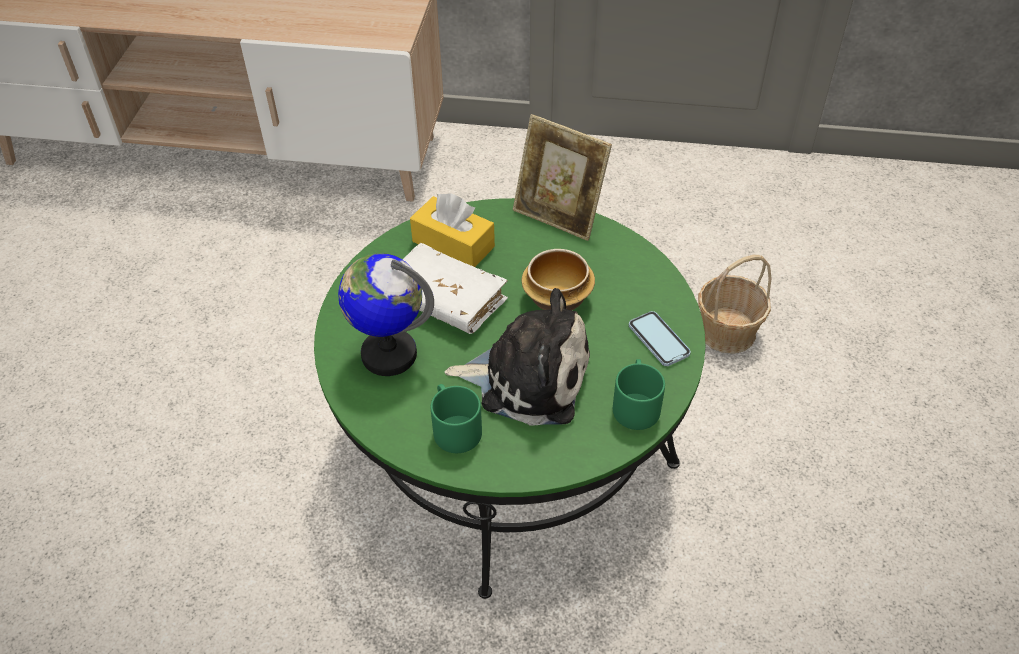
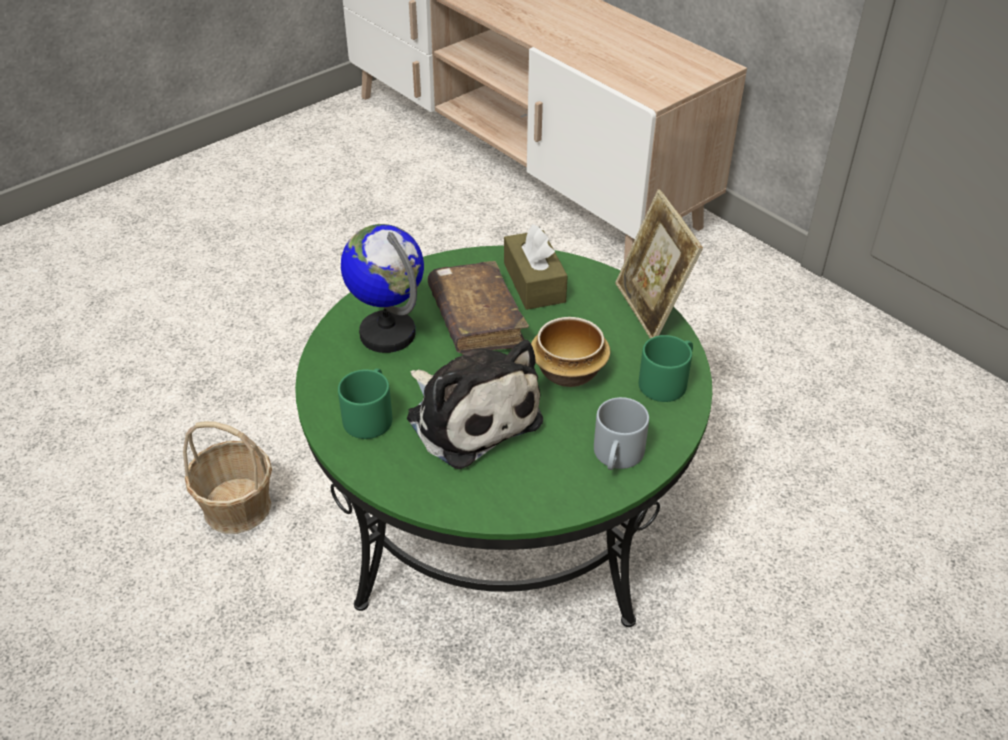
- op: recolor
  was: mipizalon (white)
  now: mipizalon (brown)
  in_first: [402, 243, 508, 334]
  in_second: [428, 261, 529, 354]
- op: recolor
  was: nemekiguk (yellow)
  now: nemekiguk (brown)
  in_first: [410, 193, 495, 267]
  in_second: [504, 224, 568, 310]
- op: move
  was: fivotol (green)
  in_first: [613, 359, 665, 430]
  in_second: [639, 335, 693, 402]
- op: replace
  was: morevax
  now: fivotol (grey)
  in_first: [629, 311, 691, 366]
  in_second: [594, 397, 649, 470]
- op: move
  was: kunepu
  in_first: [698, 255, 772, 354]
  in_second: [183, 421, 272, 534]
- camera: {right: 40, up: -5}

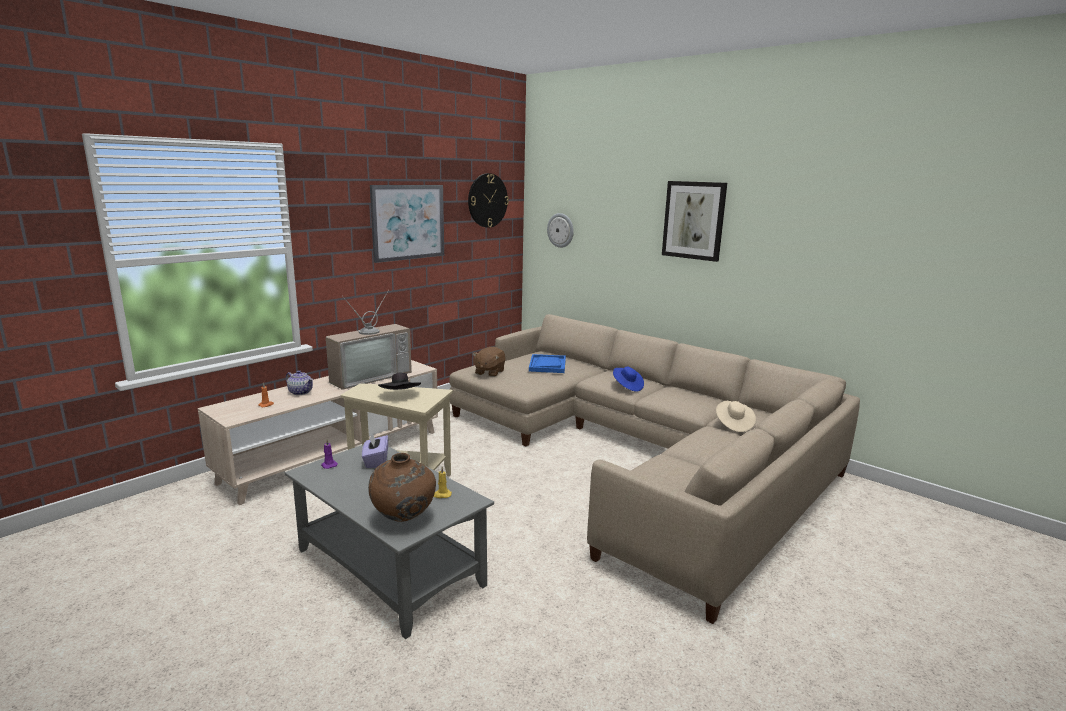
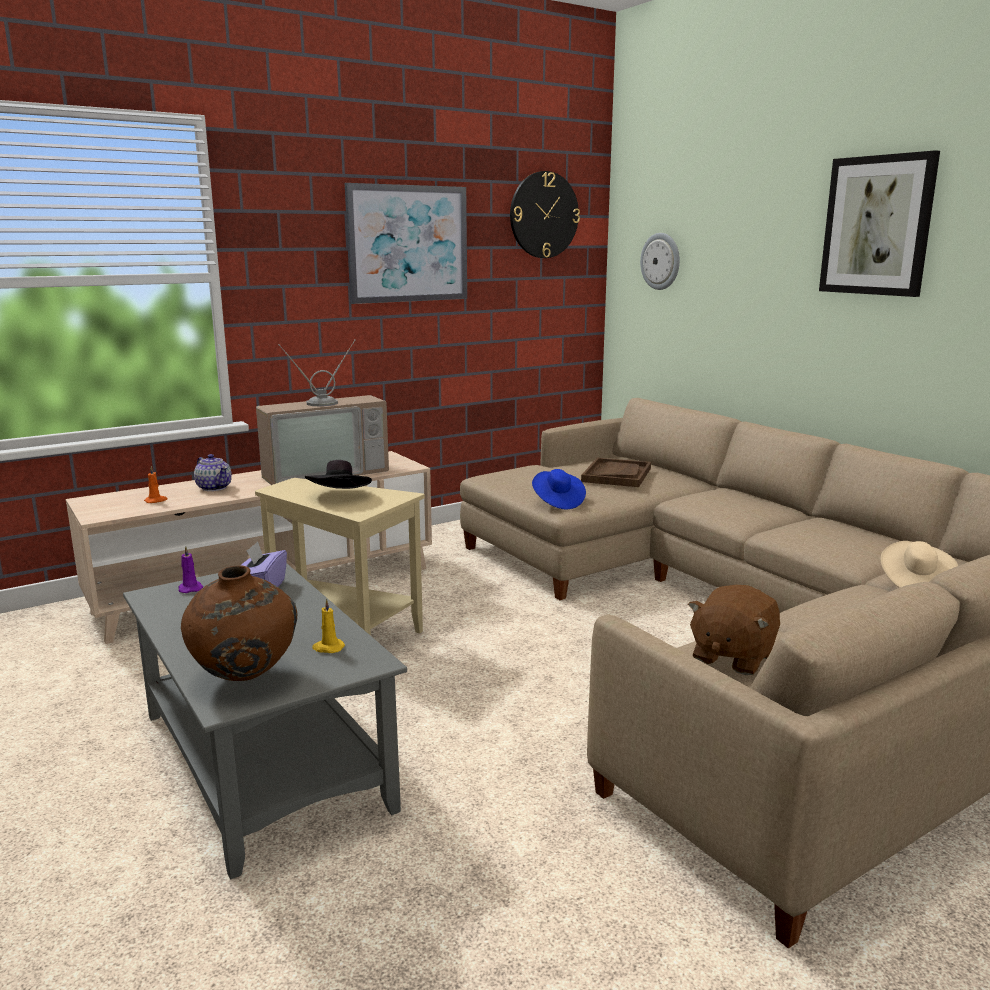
- op: move
  was: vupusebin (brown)
  in_first: [472, 347, 506, 377]
  in_second: [688, 585, 780, 675]
- op: recolor
  was: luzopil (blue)
  now: luzopil (brown)
  in_first: [529, 354, 566, 373]
  in_second: [581, 458, 651, 487]
- op: move
  was: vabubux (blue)
  in_first: [613, 366, 644, 392]
  in_second: [532, 469, 586, 510]
- camera: {right: 15, up: 0}

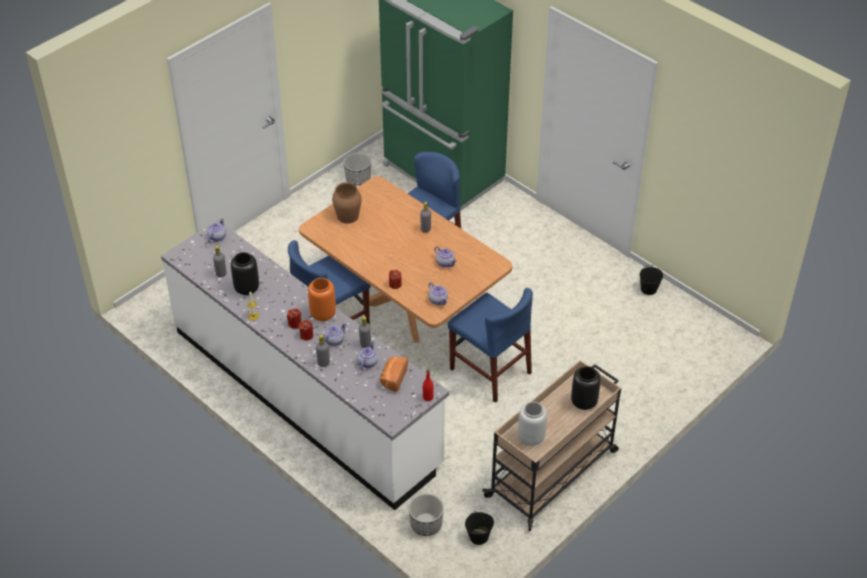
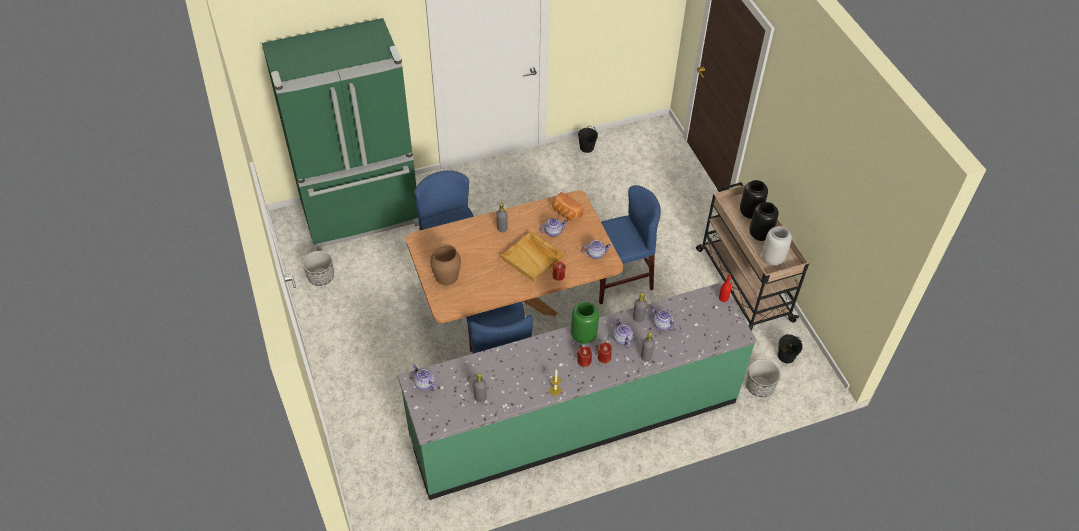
- op: recolor
  was: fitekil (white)
  now: fitekil (green)
  in_first: [161, 220, 449, 510]
  in_second: [398, 282, 756, 500]
- op: move
  was: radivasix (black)
  in_first: [231, 252, 259, 295]
  in_second: [749, 202, 779, 241]
- op: recolor
  was: radivasix (orange)
  now: radivasix (green)
  in_first: [308, 278, 336, 321]
  in_second: [571, 302, 599, 344]
- op: move
  was: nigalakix
  in_first: [380, 356, 408, 392]
  in_second: [552, 192, 584, 221]
- op: insert
  now: luzopil (beige)
  in_second: [502, 232, 563, 282]
- camera: {right: -65, up: 5}

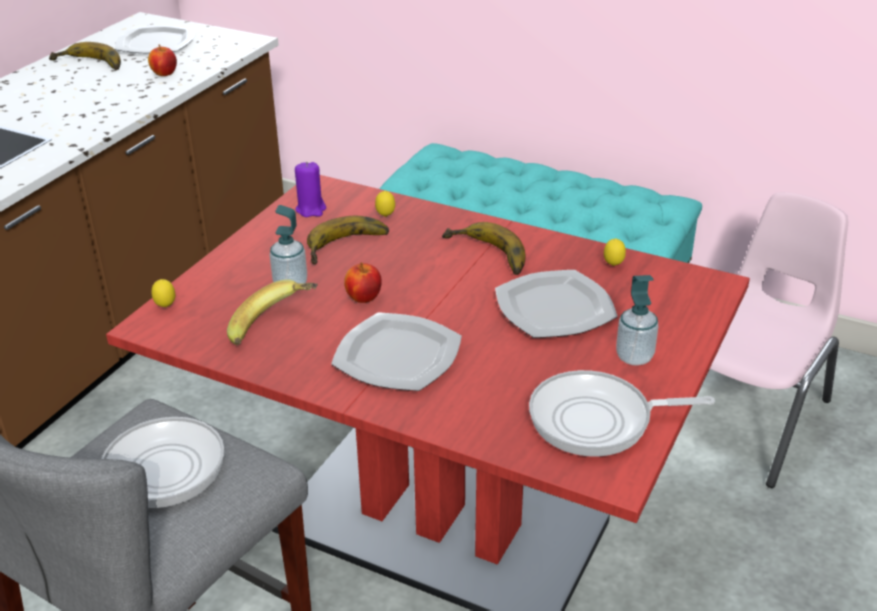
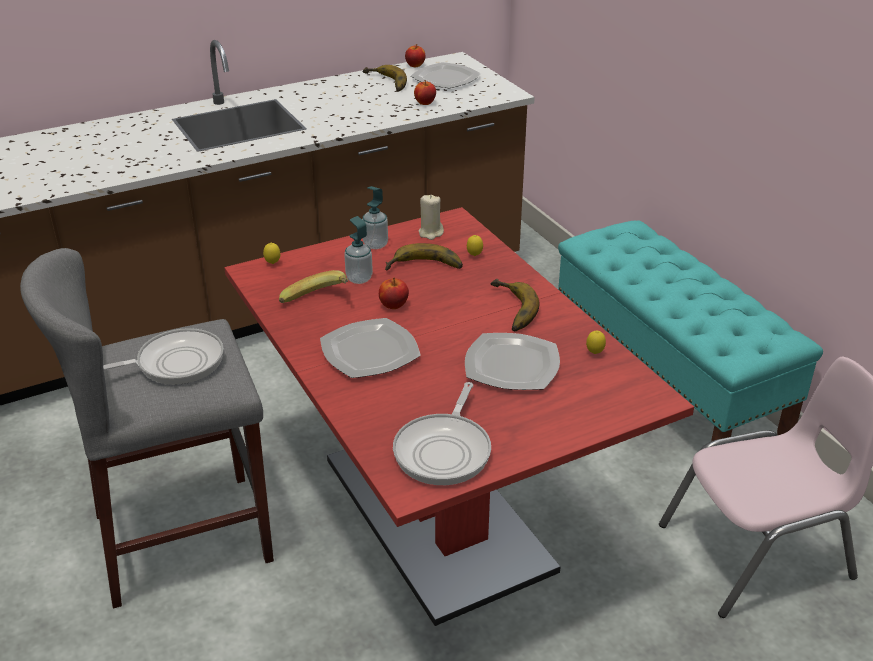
- op: recolor
  was: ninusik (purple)
  now: ninusik (beige)
  in_first: [295, 161, 326, 217]
  in_second: [419, 194, 444, 240]
- op: rotate
  was: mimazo
  in_first: [529, 370, 715, 457]
  in_second: [393, 382, 491, 485]
  clockwise: -105
- op: move
  was: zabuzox
  in_first: [616, 275, 658, 366]
  in_second: [362, 186, 388, 249]
- op: insert
  now: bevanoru
  in_second: [405, 44, 425, 67]
- camera: {right: 35, up: 0}

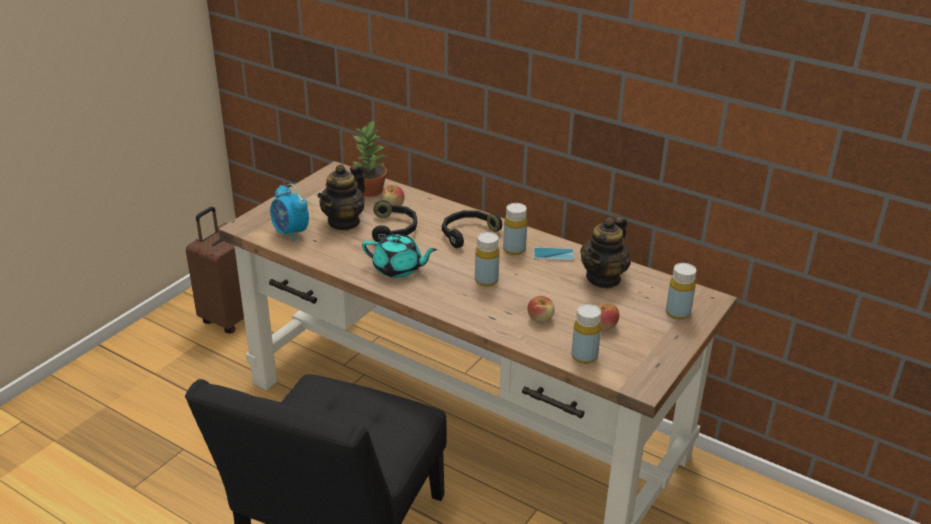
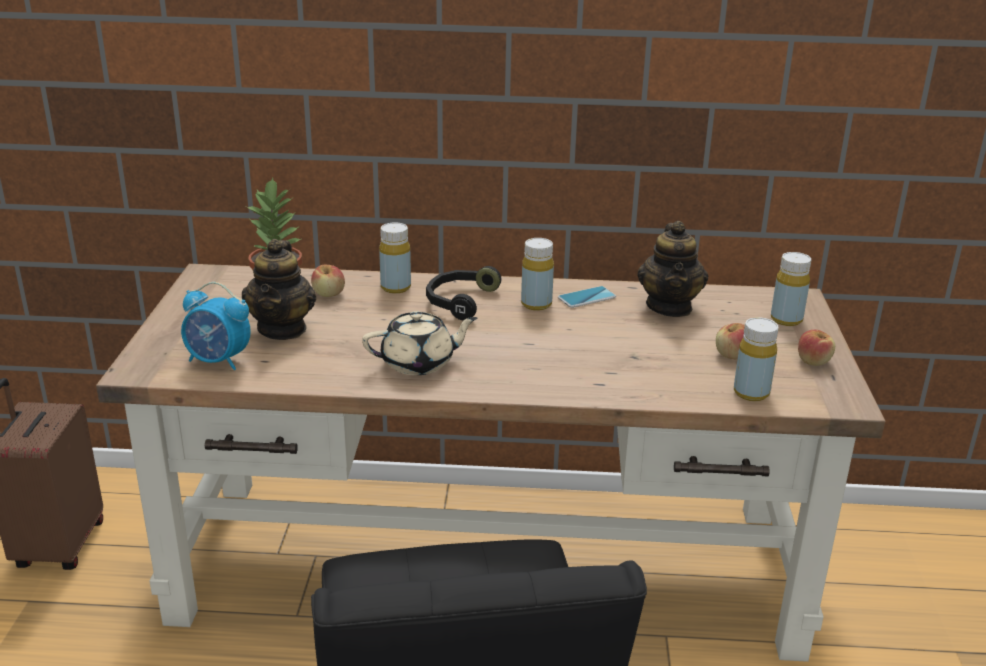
- op: recolor
  was: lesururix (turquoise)
  now: lesururix (beige)
  in_first: [362, 234, 437, 278]
  in_second: [362, 311, 477, 375]
- op: delete
  was: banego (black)
  in_first: [372, 200, 417, 242]
- op: move
  was: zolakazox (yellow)
  in_first: [475, 232, 500, 287]
  in_second: [379, 223, 411, 294]
- op: move
  was: bevanoru
  in_first: [528, 296, 555, 323]
  in_second: [798, 330, 835, 366]
- camera: {right: -30, up: -5}

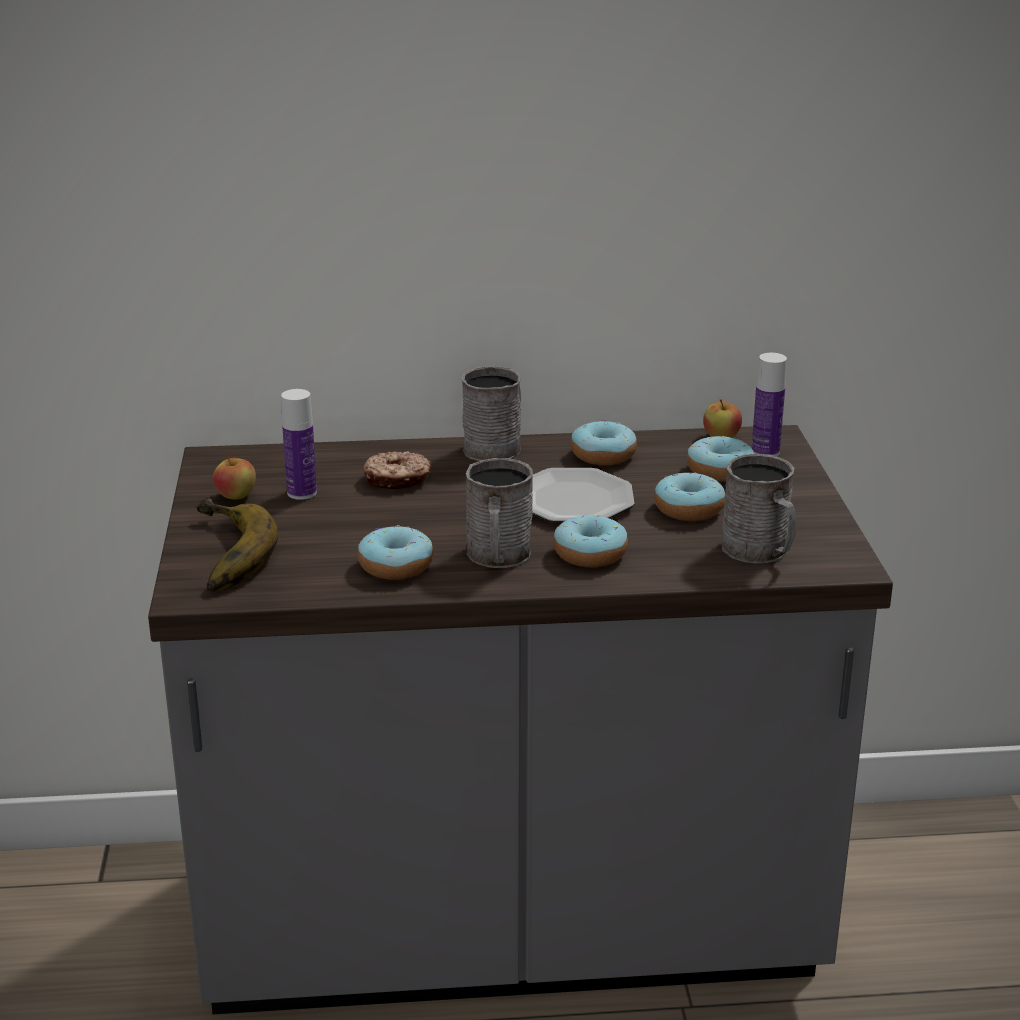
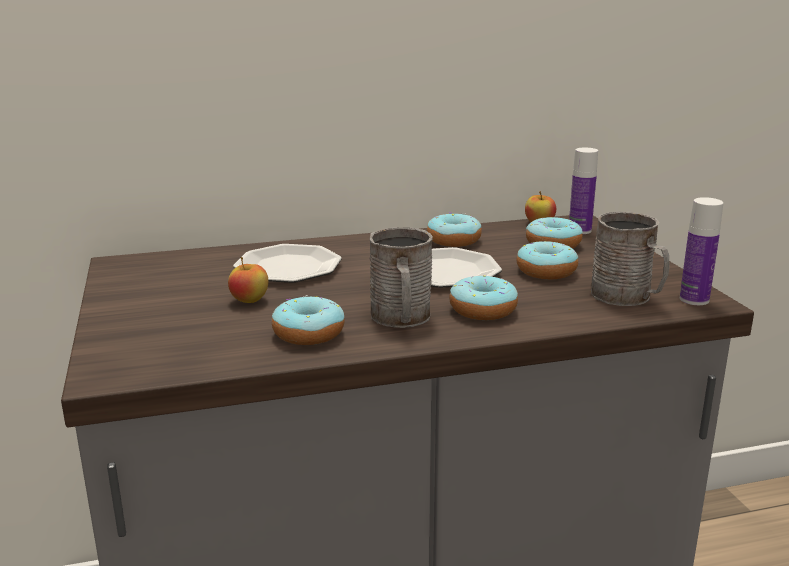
- op: delete
  was: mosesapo
  in_first: [197, 499, 278, 592]
- op: move
  was: bevanoru
  in_first: [213, 451, 256, 500]
  in_second: [228, 257, 268, 303]
- op: move
  was: zolakazox
  in_first: [281, 389, 317, 500]
  in_second: [680, 197, 723, 305]
- op: replace
  was: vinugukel
  now: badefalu
  in_first: [363, 451, 431, 489]
  in_second: [233, 244, 342, 283]
- op: delete
  was: fivotol (grey)
  in_first: [461, 366, 521, 461]
- camera: {right: -10, up: -5}

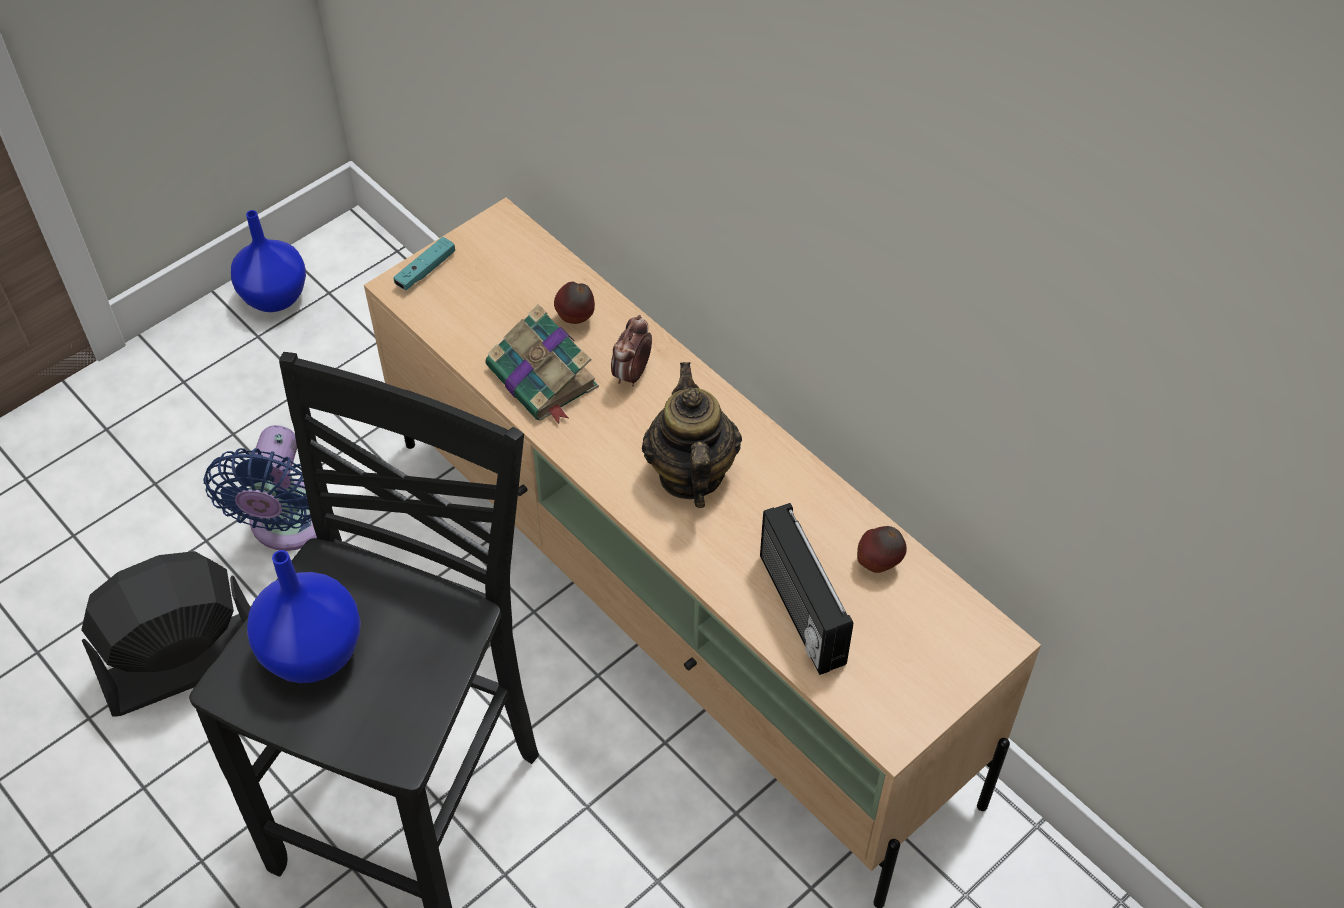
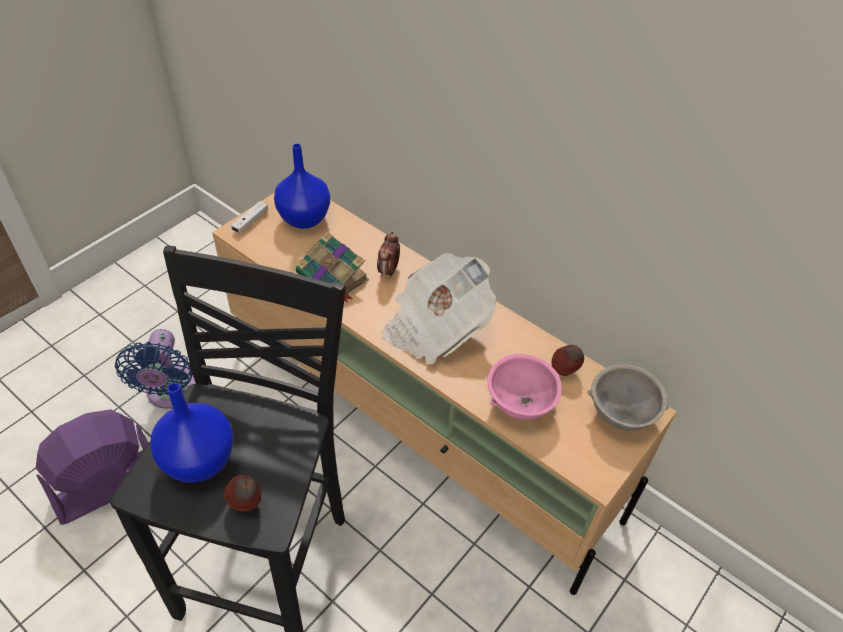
- op: recolor
  was: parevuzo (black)
  now: parevuzo (purple)
  in_first: [81, 551, 251, 716]
  in_second: [36, 409, 149, 525]
- op: move
  was: radivasix (blue)
  in_first: [231, 210, 306, 312]
  in_second: [274, 143, 330, 229]
- op: recolor
  was: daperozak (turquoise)
  now: daperozak (white)
  in_first: [393, 237, 455, 290]
  in_second: [231, 201, 268, 233]
- op: move
  was: bevanoru
  in_first: [554, 282, 595, 324]
  in_second: [224, 475, 261, 511]
- op: replace
  was: lesururix
  now: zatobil
  in_first: [642, 362, 742, 508]
  in_second: [382, 253, 496, 364]
- op: replace
  was: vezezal
  now: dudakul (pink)
  in_first: [760, 503, 853, 675]
  in_second: [487, 354, 562, 420]
- op: insert
  now: dudakul (grey)
  in_second: [587, 364, 669, 431]
- camera: {right: -10, up: -5}

